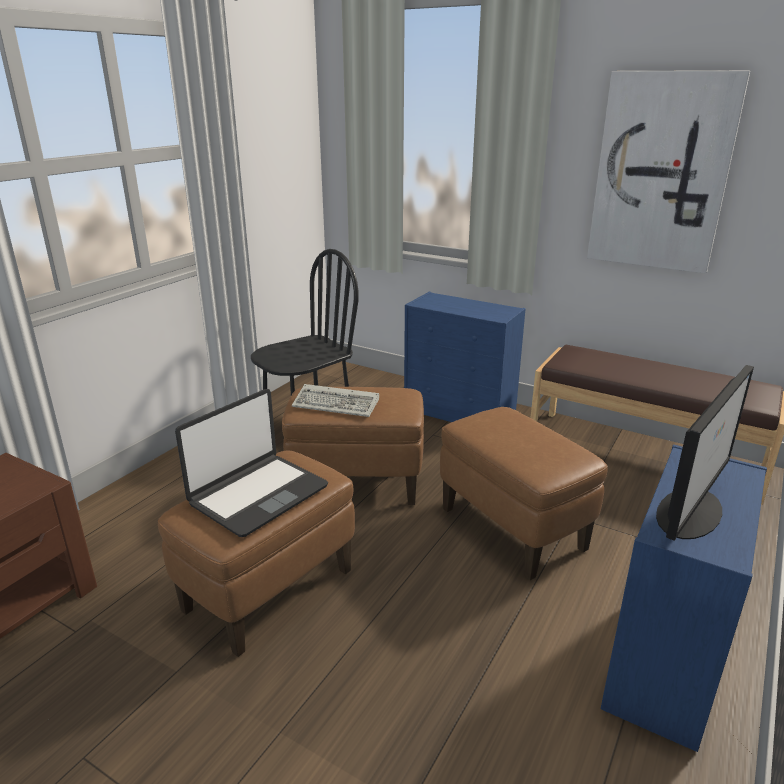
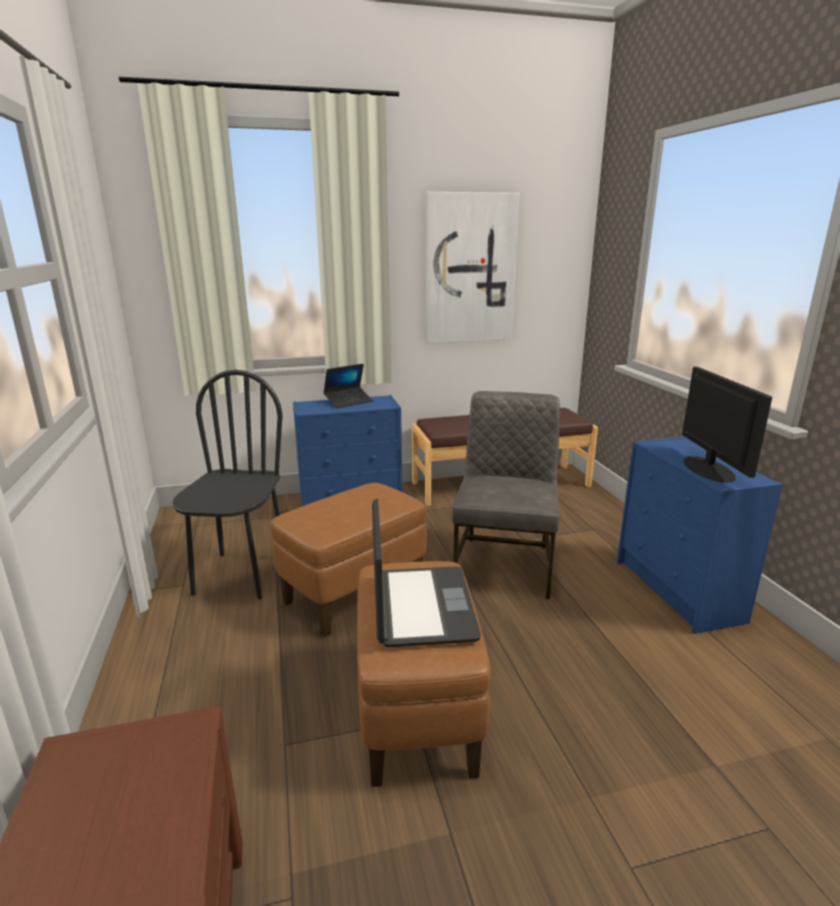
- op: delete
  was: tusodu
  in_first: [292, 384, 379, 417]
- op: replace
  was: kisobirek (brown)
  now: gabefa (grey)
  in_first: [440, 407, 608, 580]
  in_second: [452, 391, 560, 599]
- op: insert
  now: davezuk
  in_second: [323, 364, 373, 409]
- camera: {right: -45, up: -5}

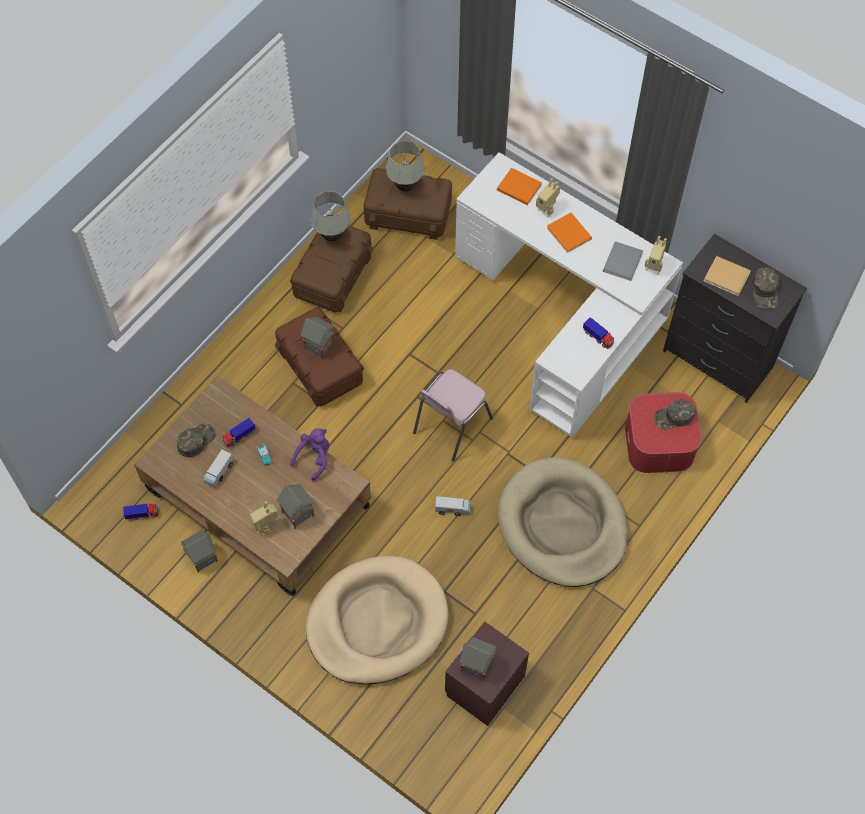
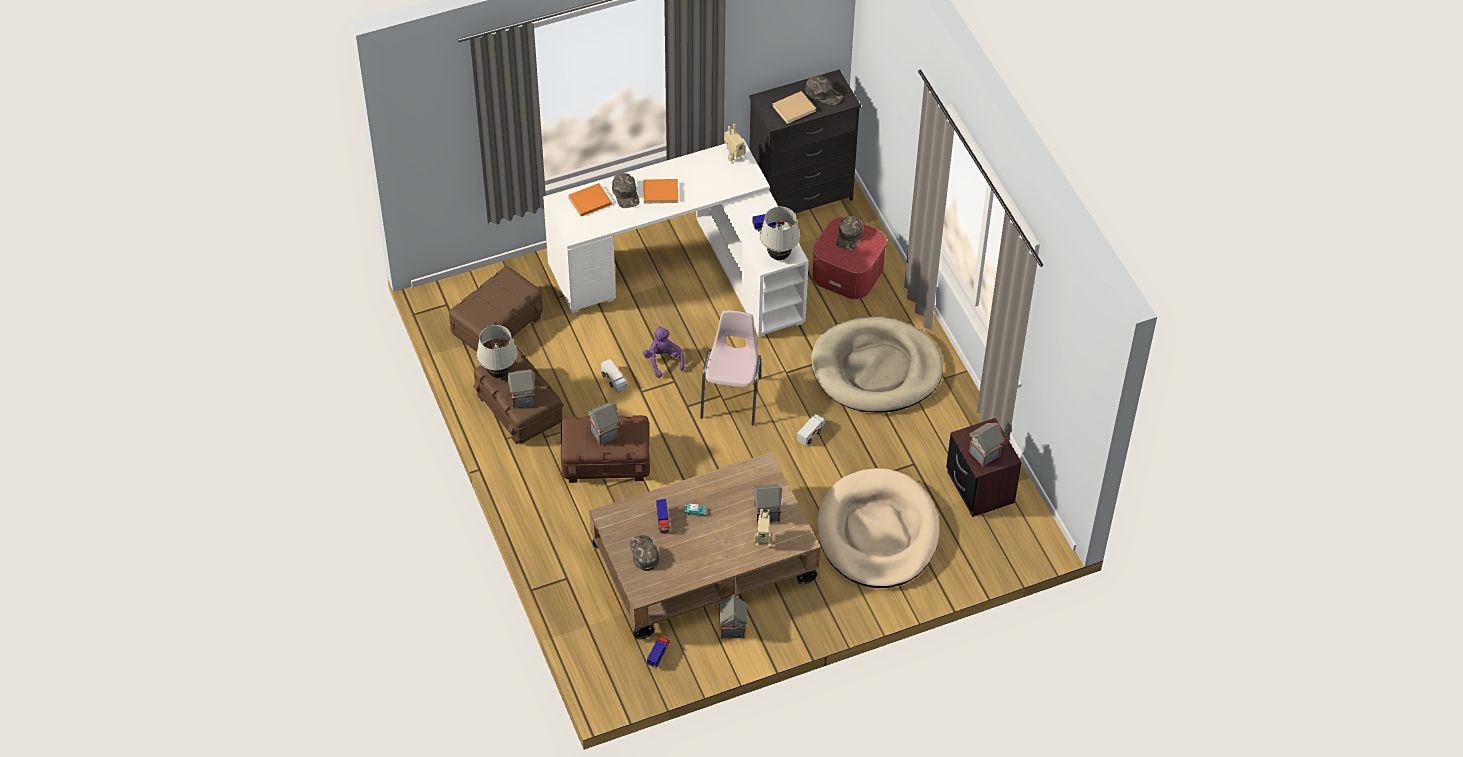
- op: move
  was: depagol
  in_first: [204, 449, 233, 488]
  in_second: [601, 359, 627, 393]
- op: move
  was: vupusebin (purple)
  in_first: [291, 429, 329, 481]
  in_second: [643, 326, 684, 378]
- op: move
  was: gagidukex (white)
  in_first: [386, 141, 425, 191]
  in_second: [760, 207, 800, 261]
- op: rotate
  was: gabefa (pink)
  in_first: [413, 369, 493, 461]
  in_second: [700, 311, 761, 425]
  clockwise: -150
- op: replace
  was: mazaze
  now: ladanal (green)
  in_first: [536, 178, 560, 217]
  in_second: [612, 173, 639, 208]
- op: delete
  was: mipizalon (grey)
  in_first: [603, 241, 643, 281]
- op: insert
  now: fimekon
  in_second: [507, 369, 536, 409]
- camera: {right: -60, up: -10}

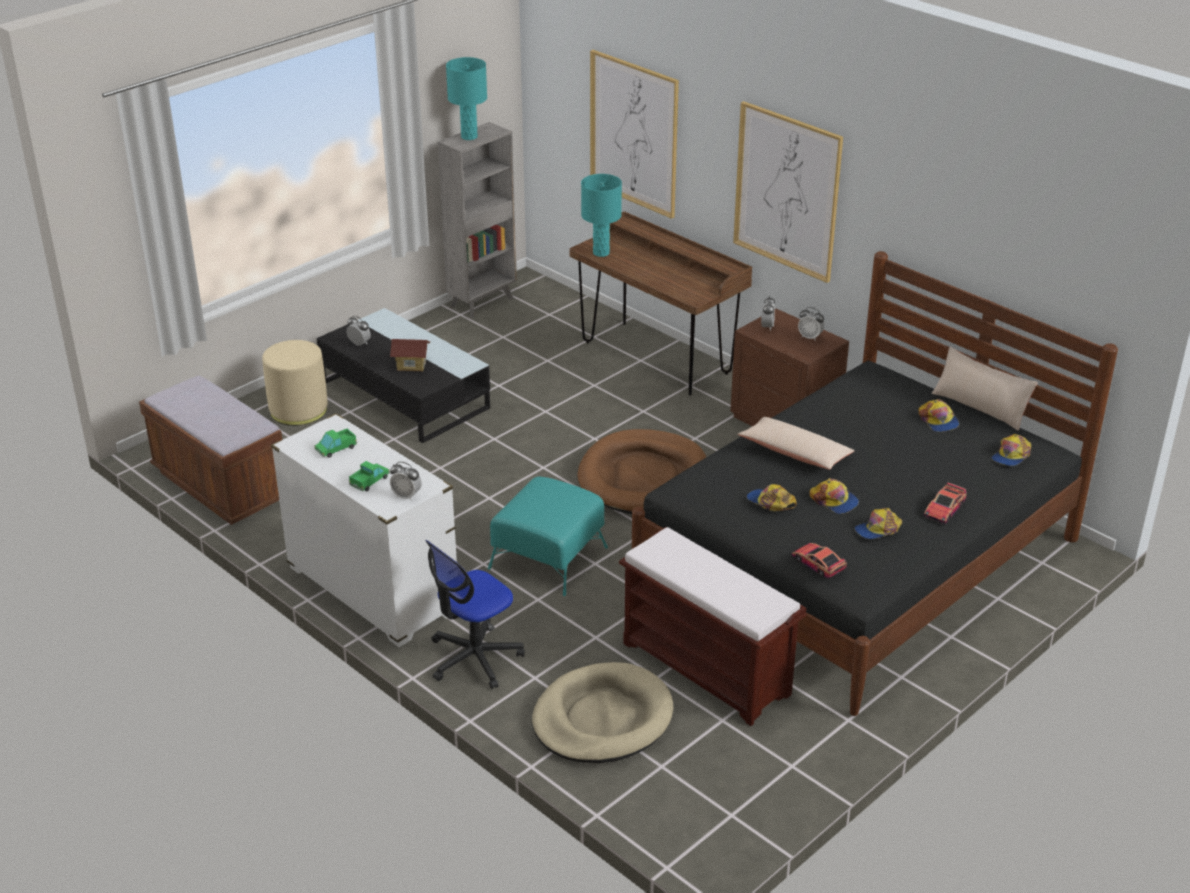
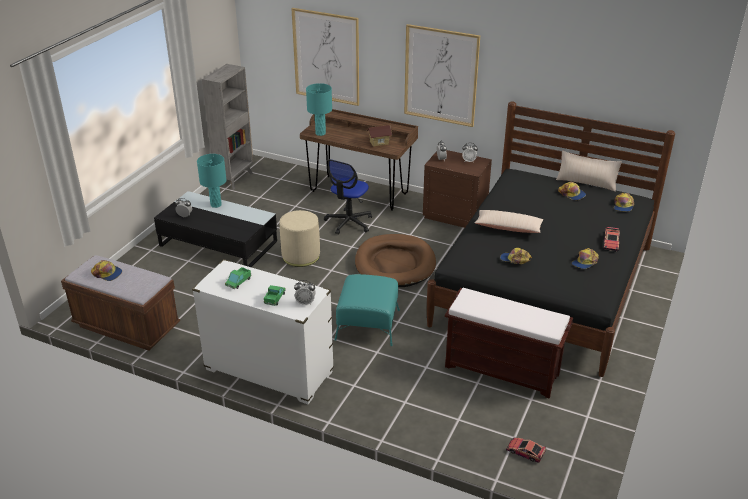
- op: move
  was: kisobirek (beige)
  in_first: [262, 340, 328, 426]
  in_second: [280, 210, 320, 267]
- op: move
  was: fimekon
  in_first: [390, 339, 431, 371]
  in_second: [366, 125, 392, 147]
- op: move
  was: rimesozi
  in_first: [425, 540, 525, 689]
  in_second: [324, 159, 372, 235]
- op: move
  was: gagidukex (turquoise)
  in_first: [446, 57, 487, 140]
  in_second: [197, 154, 227, 208]
- op: delete
  was: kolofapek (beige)
  in_first: [532, 662, 673, 763]
- op: move
  was: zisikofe
  in_first: [791, 543, 847, 578]
  in_second: [506, 438, 546, 463]
- op: move
  was: ladanal
  in_first: [810, 478, 859, 514]
  in_second: [91, 260, 122, 281]
- camera: {right: -20, up: 0}

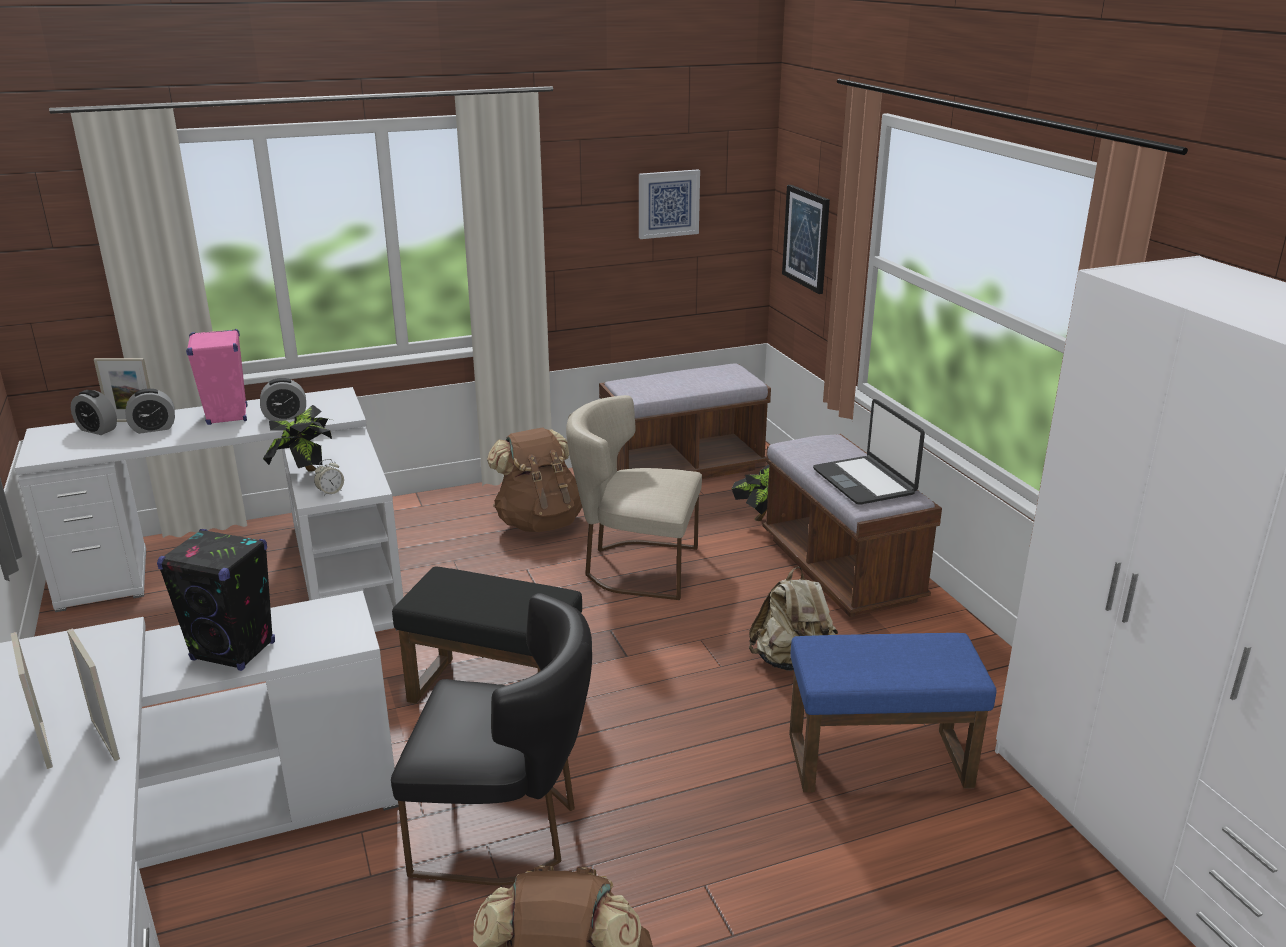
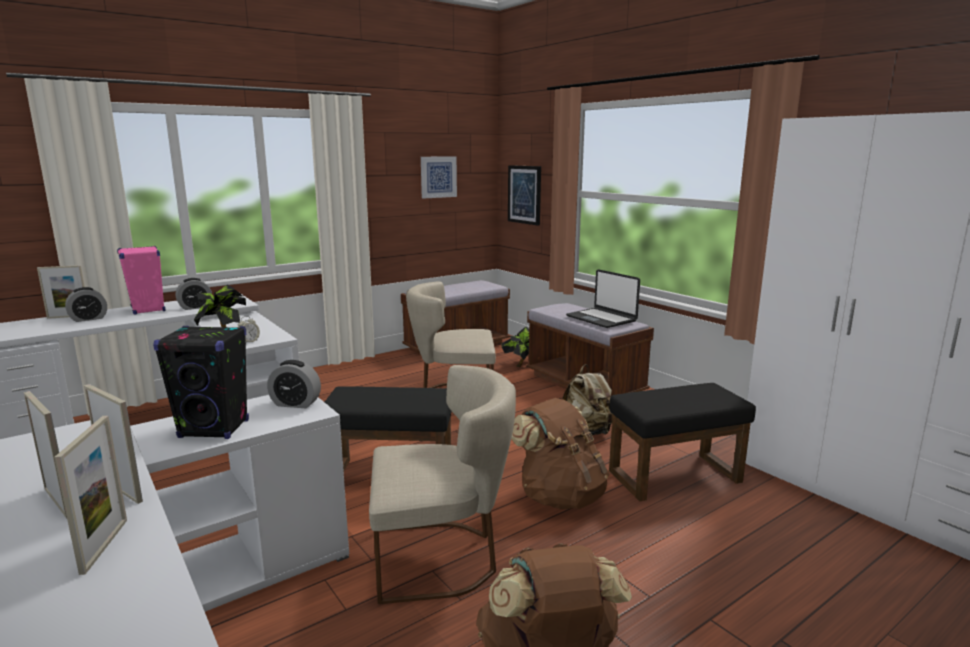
- op: move
  was: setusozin
  in_first: [71, 390, 117, 435]
  in_second: [267, 360, 321, 408]
- op: recolor
  was: gabefa (black)
  now: gabefa (beige)
  in_first: [391, 593, 592, 886]
  in_second: [369, 365, 516, 604]
- op: move
  was: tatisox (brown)
  in_first: [487, 427, 582, 532]
  in_second: [511, 398, 609, 510]
- op: recolor
  was: kisobirek (blue)
  now: kisobirek (black)
  in_first: [789, 633, 996, 792]
  in_second: [609, 383, 756, 502]
- op: insert
  now: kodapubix
  in_second: [54, 416, 127, 575]
- camera: {right: -15, up: -10}

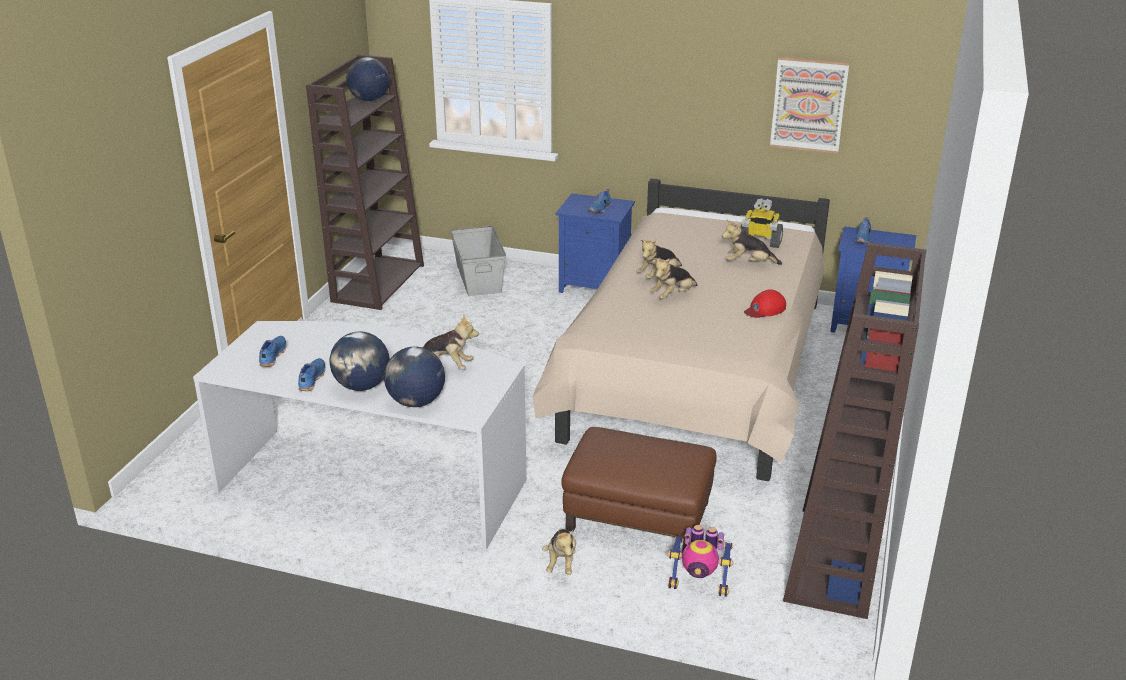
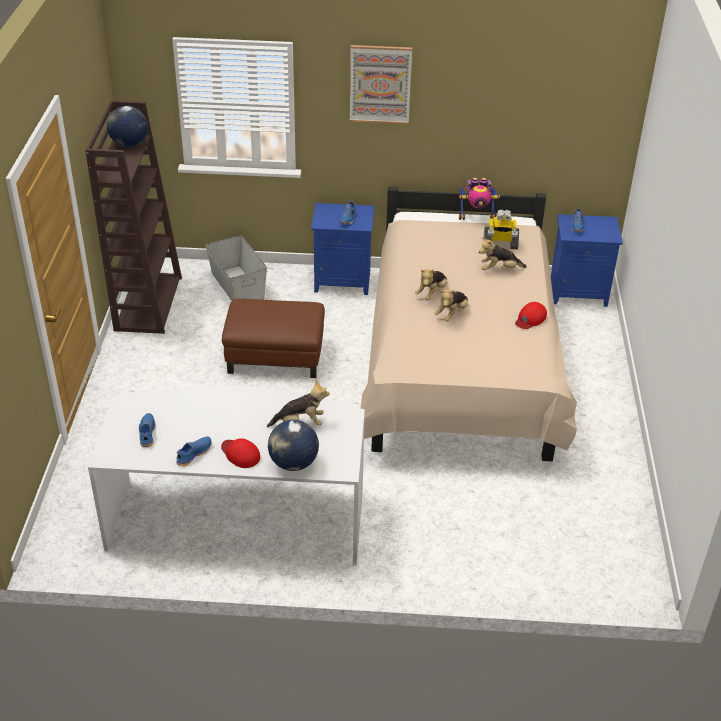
- op: rotate
  was: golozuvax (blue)
  in_first: [298, 358, 325, 391]
  in_second: [176, 436, 212, 466]
  clockwise: 45
- op: replace
  was: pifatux
  now: ladanal (red)
  in_first: [330, 332, 390, 391]
  in_second: [221, 438, 260, 468]
- op: delete
  was: vupusebin
  in_first: [542, 529, 576, 575]
- op: move
  was: kisobirek (brown)
  in_first: [561, 427, 717, 554]
  in_second: [222, 298, 325, 378]
- op: move
  was: mazaze
  in_first: [668, 525, 733, 597]
  in_second: [459, 177, 500, 220]
- op: move
  was: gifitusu
  in_first: [770, 57, 849, 154]
  in_second: [350, 45, 412, 124]
- op: delete
  was: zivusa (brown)
  in_first: [783, 242, 926, 619]
- camera: {right: -15, up: 10}

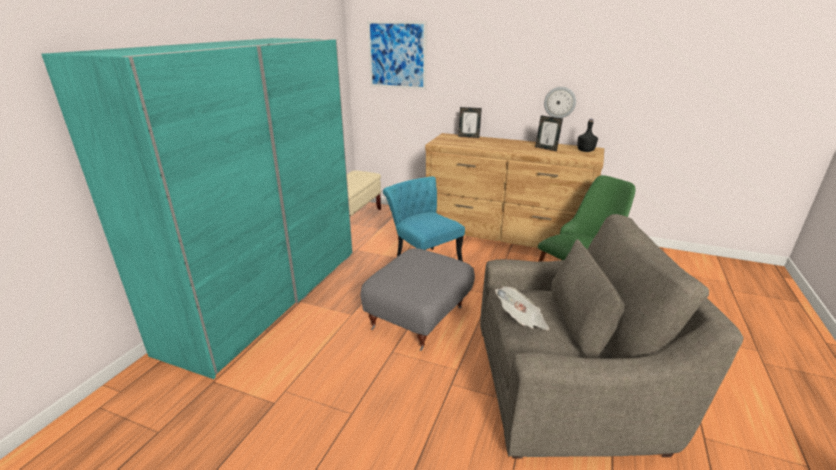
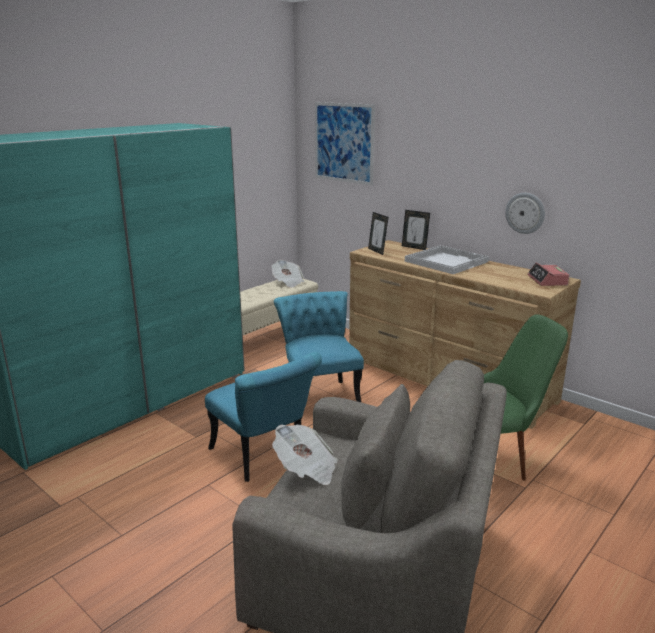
- op: replace
  was: kisobirek (grey)
  now: gabefa (turquoise)
  in_first: [360, 248, 475, 351]
  in_second: [205, 352, 322, 482]
- op: move
  was: kodapubix
  in_first: [535, 115, 563, 151]
  in_second: [368, 212, 388, 255]
- op: replace
  was: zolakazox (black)
  now: setusozin
  in_first: [577, 119, 598, 152]
  in_second: [527, 262, 569, 286]
- op: insert
  now: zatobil
  in_second: [271, 260, 304, 288]
- op: insert
  now: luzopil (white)
  in_second: [405, 245, 489, 274]
- camera: {right: 20, up: -5}

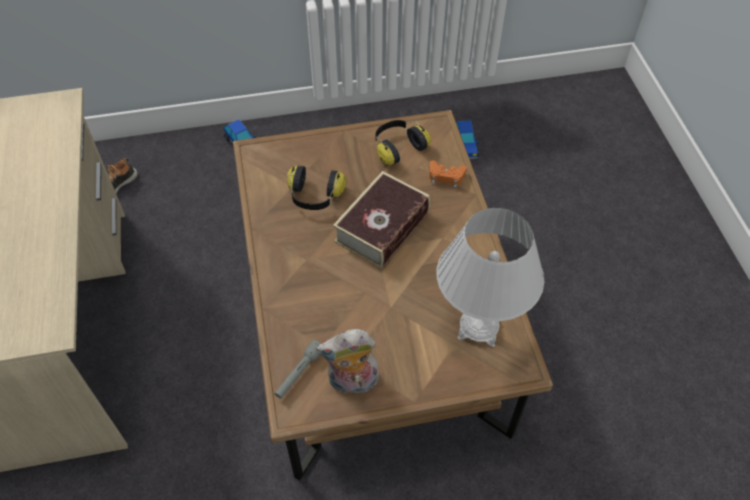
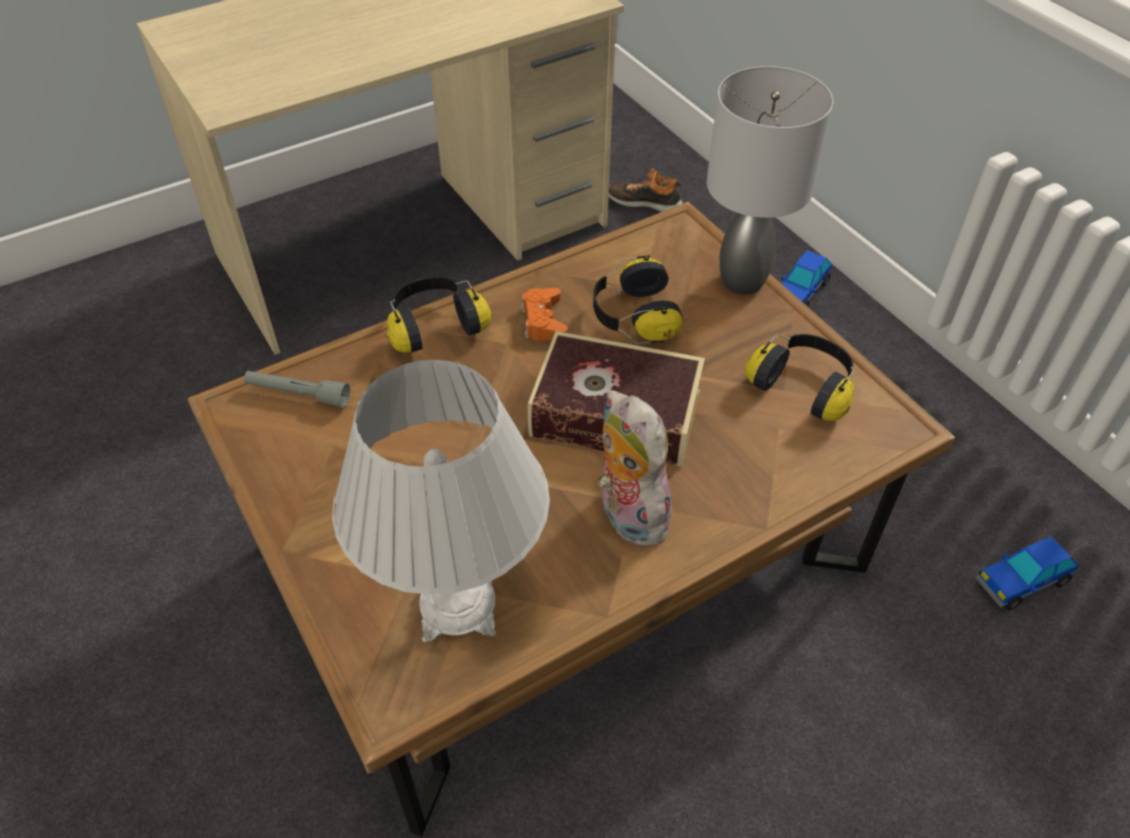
- op: move
  was: vupusebin
  in_first: [316, 329, 379, 394]
  in_second: [598, 391, 676, 546]
- op: move
  was: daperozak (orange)
  in_first: [429, 160, 467, 188]
  in_second: [521, 288, 568, 341]
- op: insert
  now: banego
  in_second: [387, 277, 491, 353]
- op: insert
  now: gagidukex (grey)
  in_second: [707, 66, 833, 295]
- camera: {right: 70, up: -5}

